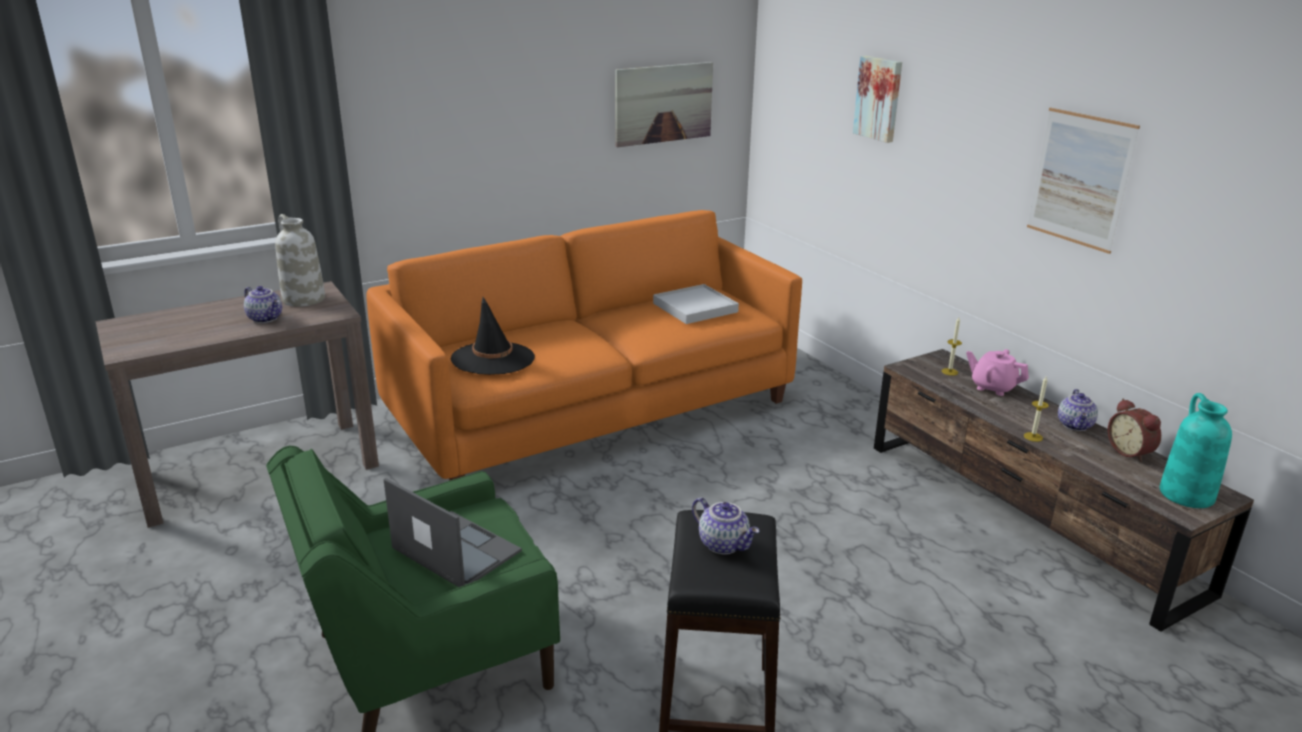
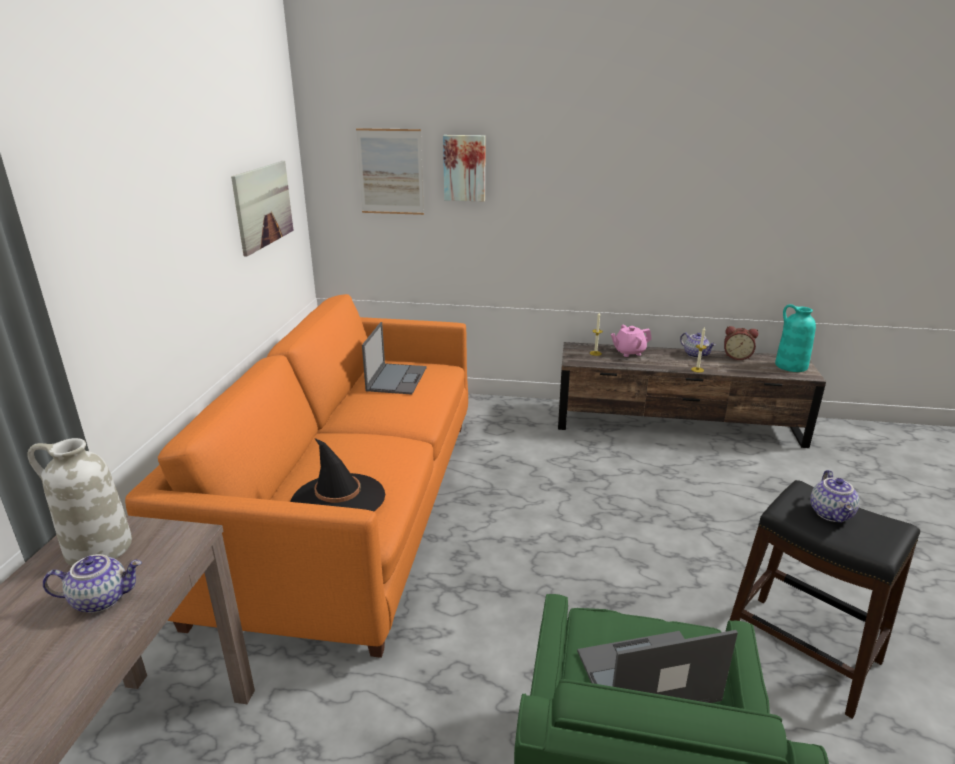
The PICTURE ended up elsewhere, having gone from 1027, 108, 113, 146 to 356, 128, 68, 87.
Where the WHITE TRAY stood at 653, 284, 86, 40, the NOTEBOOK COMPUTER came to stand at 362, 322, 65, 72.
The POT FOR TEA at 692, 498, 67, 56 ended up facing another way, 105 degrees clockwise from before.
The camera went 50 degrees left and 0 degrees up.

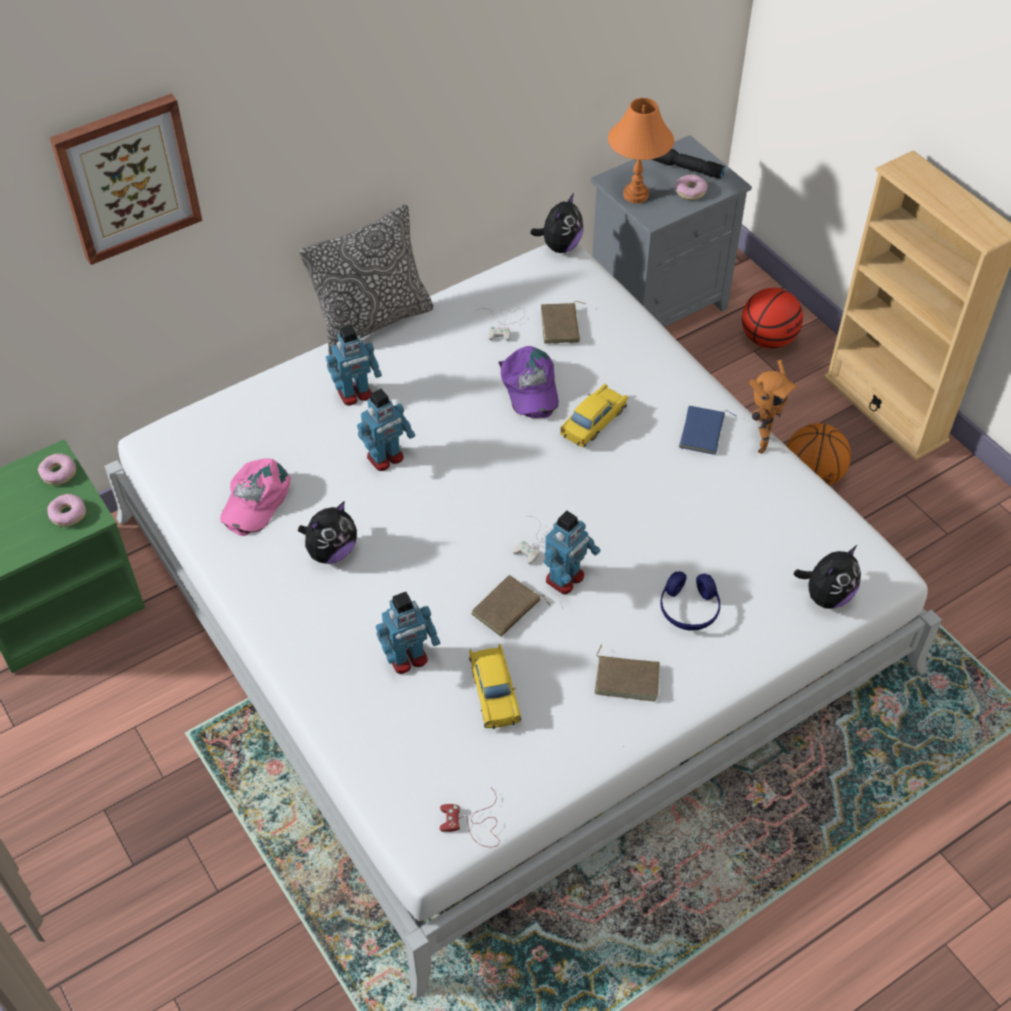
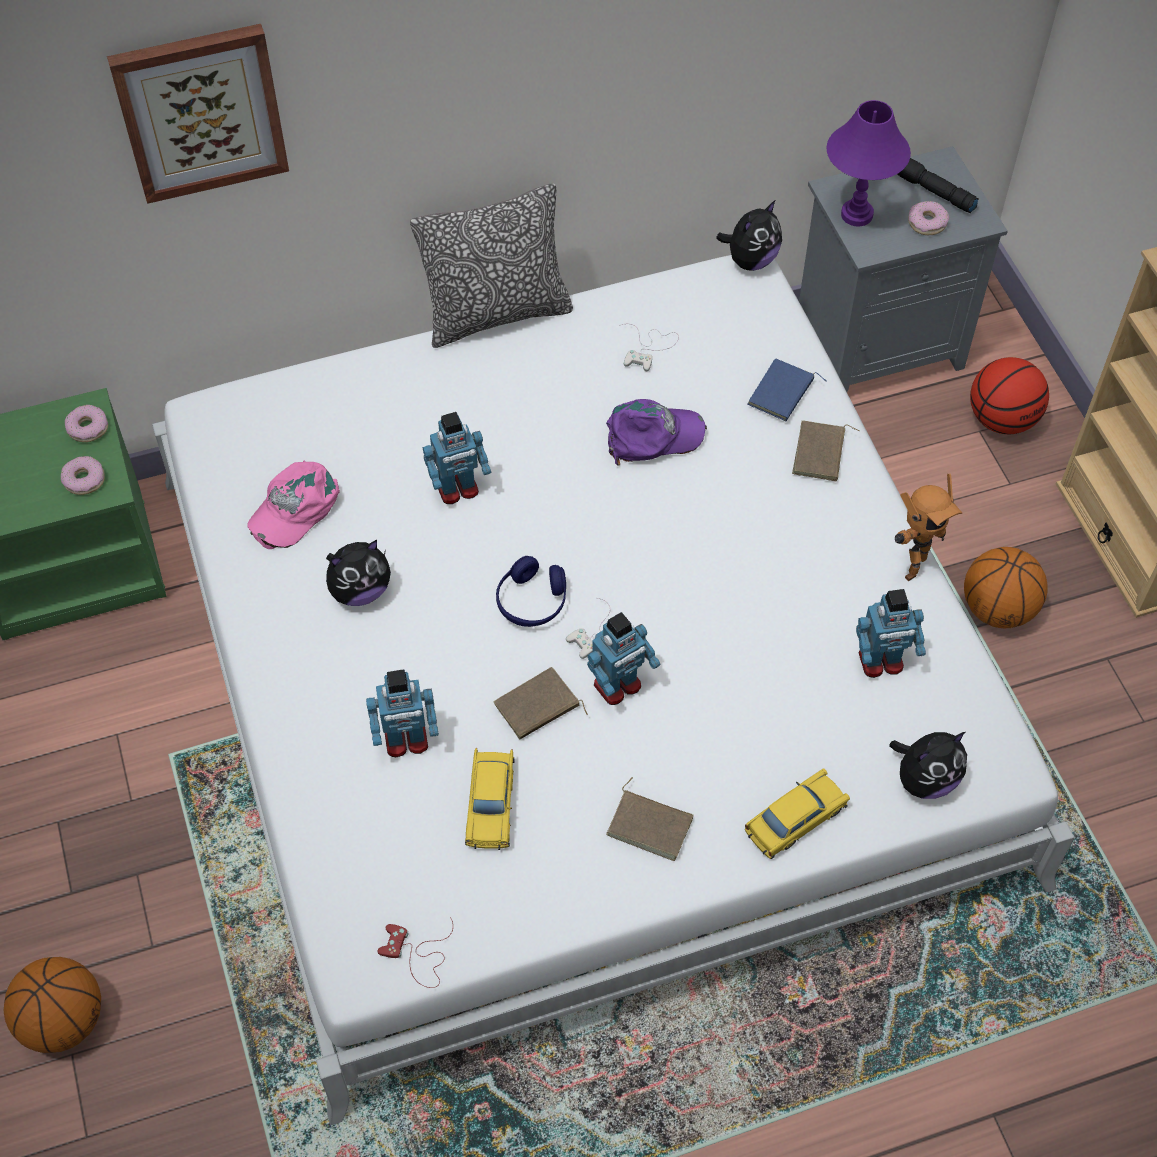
The second view gained the BASKETBALL BALL at 4, 957, 97, 96.
The BLUE-COLOURED HEADPHONES ended up elsewhere, having gone from 660, 571, 60, 60 to 496, 556, 70, 71.
The PURPLE-COLOURED BASEBALL CAP at 498, 346, 61, 72 ended up facing another way, 105 degrees counterclockwise from before.
The YELLOWISH MODEL CAR ended up elsewhere, having gone from 560, 384, 68, 63 to 745, 768, 105, 91.
The BLUE-COLOURED BOOK ended up elsewhere, having gone from 679, 406, 58, 49 to 748, 358, 79, 63.
The BROWNISH BOOK ended up elsewhere, having gone from 541, 301, 45, 43 to 792, 420, 67, 61.
What was the ORANGE LAMP FOR A TABLE at 608, 98, 66, 105 turned into the PURPLE-COLOURED LAMP FOR A TABLE at 827, 100, 84, 127.
The MODEL ROBOT ended up elsewhere, having gone from 326, 325, 56, 81 to 856, 589, 70, 89.
The camera went 15 degrees right and 5 degrees up.

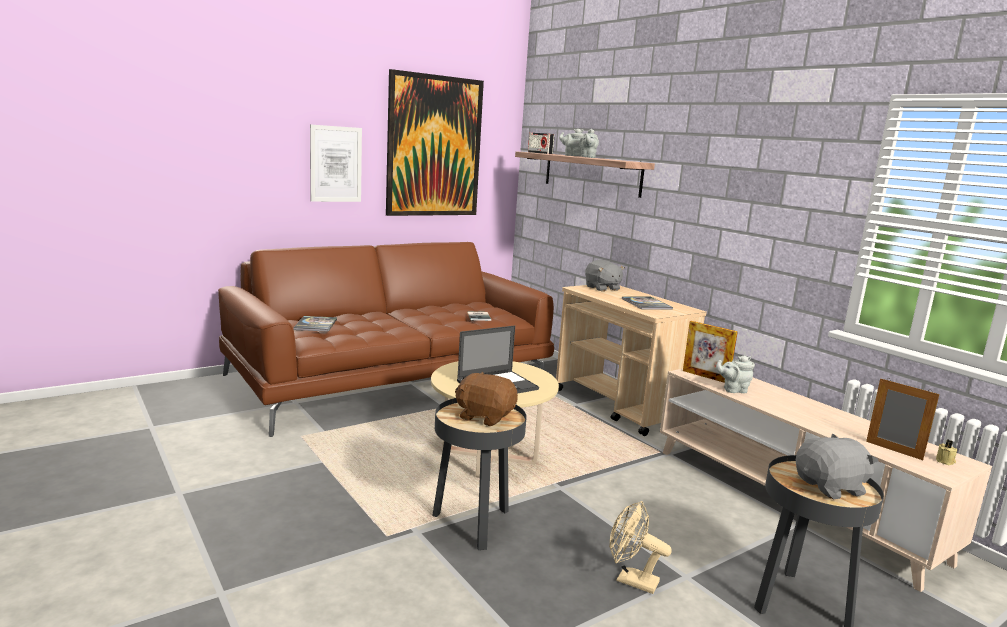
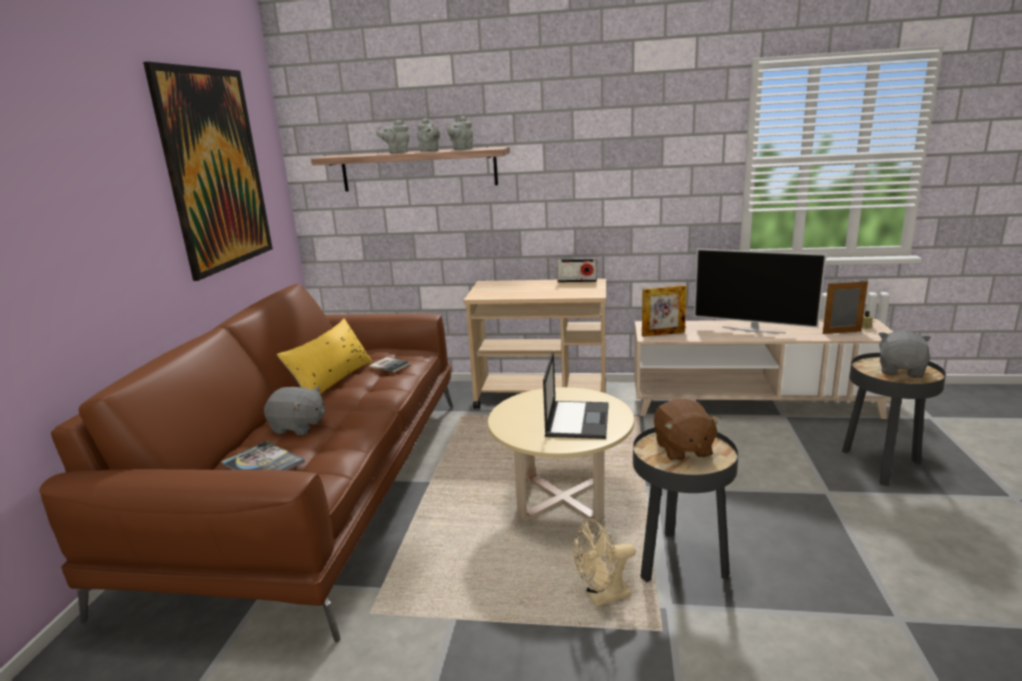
The GRAY CUDDLY TOY ended up elsewhere, having gone from 585, 259, 40, 33 to 264, 386, 62, 49.
The second view gained the YELLOWISH THROW PILLOW at 277, 319, 96, 75.
The GRAY POT FOR TEA ended up elsewhere, having gone from 716, 356, 39, 37 to 446, 116, 27, 34.
The RADIO ended up elsewhere, having gone from 528, 133, 26, 21 to 557, 259, 40, 23.
The BEIGE-COLOURED ELECTRIC FAN ended up elsewhere, having gone from 609, 501, 63, 93 to 573, 519, 63, 88.
The BROWNISH CUDDLY TOY at 455, 372, 63, 54 ended up facing another way, 75 degrees counterclockwise from before.
The second view gained the TV at 694, 249, 133, 85.
The second view lost the PICTURE at 310, 125, 52, 77.
The second view lost the BOOK at 622, 296, 51, 14.
The camera went 45 degrees left and 5 degrees up.

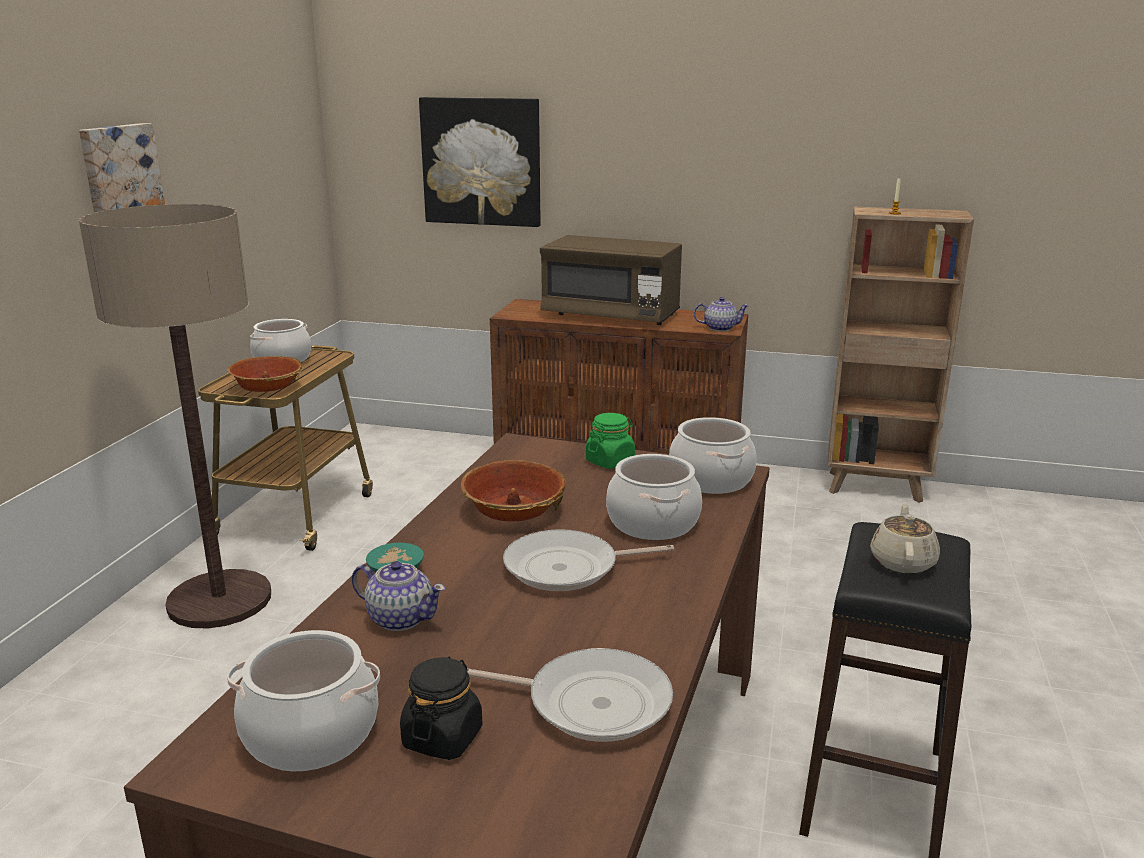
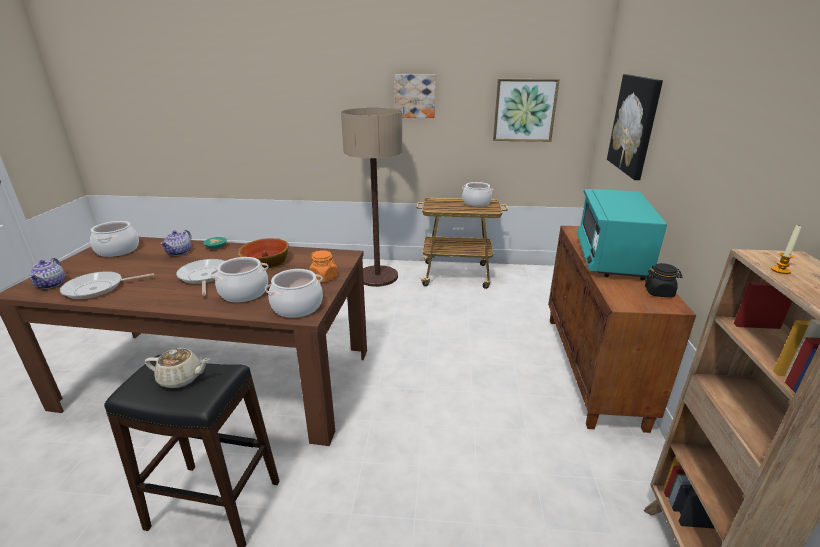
The POT FOR TEA ended up elsewhere, having gone from 694, 297, 55, 35 to 29, 258, 36, 31.
The PAN at 467, 648, 206, 94 ended up facing another way, 60 degrees clockwise from before.
What was the GREEN STORAGE JAR at 586, 413, 49, 56 turned into the ORANGE STORAGE JAR at 309, 250, 29, 32.
The second view gained the PICTURE at 493, 79, 67, 63.
What was the BROWNISH MICROWAVE OVEN at 540, 235, 142, 90 turned into the TURQUOISE-COLOURED MICROWAVE OVEN at 577, 189, 90, 91.
The BLACK STORAGE JAR ended up elsewhere, having gone from 400, 657, 83, 103 to 645, 263, 37, 34.
The second view lost the SERVING BOWL at 227, 356, 75, 36.
The camera went 80 degrees right and 5 degrees up.

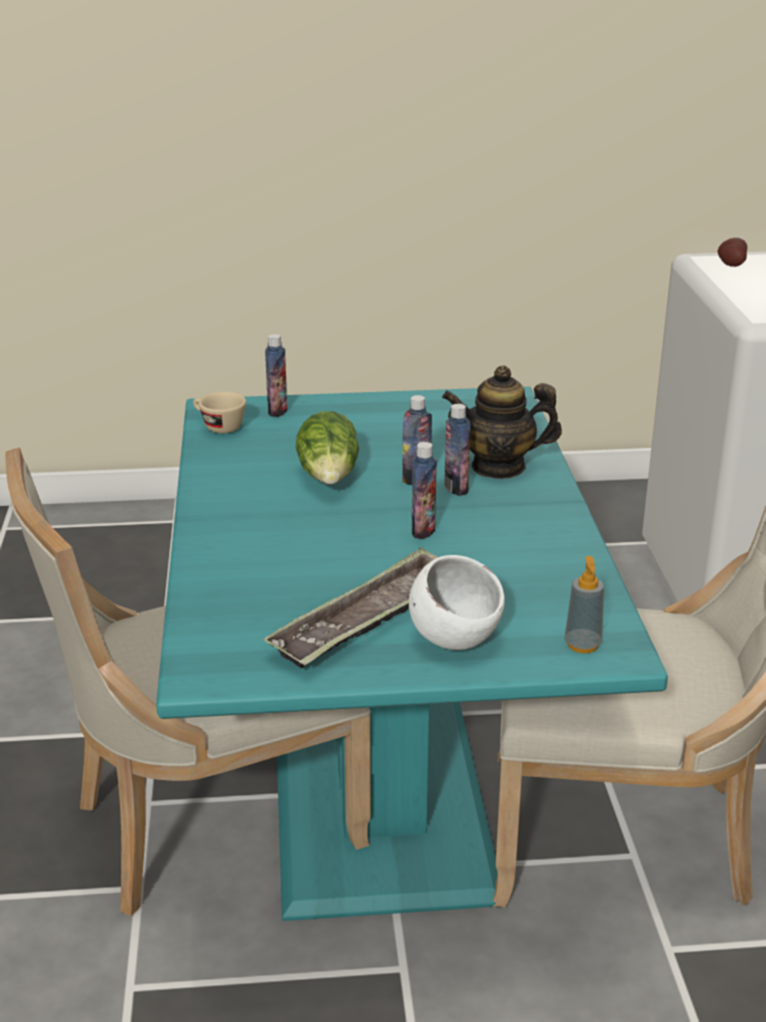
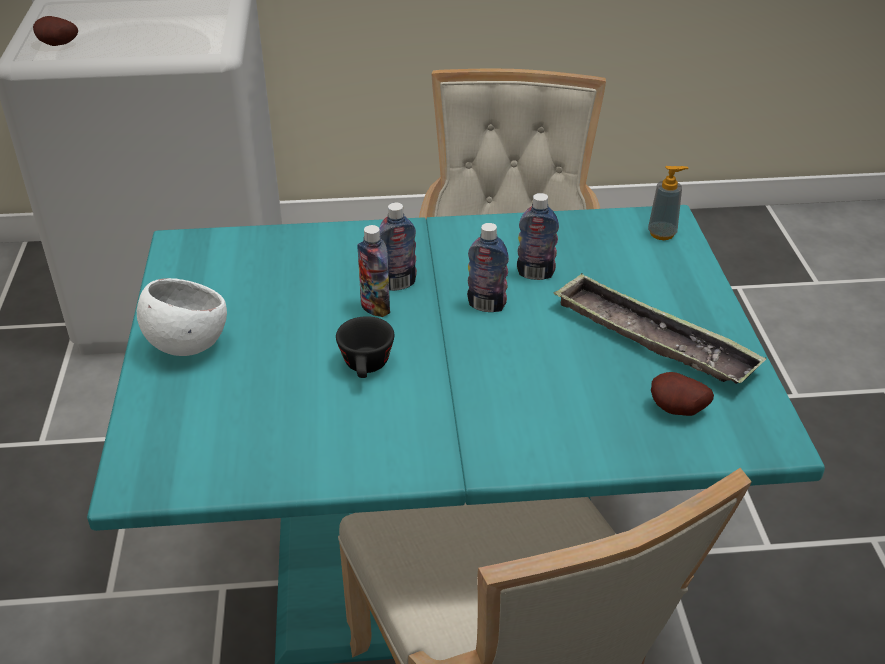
The WHITE SERVING BOWL ended up elsewhere, having gone from 409, 555, 96, 95 to 137, 278, 90, 78.
Where the HEAD OF LETTUCE stood at 296, 411, 63, 74, the BLACK CUP came to stand at 336, 316, 58, 62.
The BEVERAGE BOTTLE ended up elsewhere, having gone from 265, 334, 22, 83 to 517, 193, 42, 87.
The second view gained the WHOLE POTATO at 651, 372, 63, 44.
The second view lost the BEIGE-COLOURED CUP at 193, 392, 53, 41.
The second view lost the POT FOR TEA at 442, 366, 120, 113.
The camera went 90 degrees left and 10 degrees up.

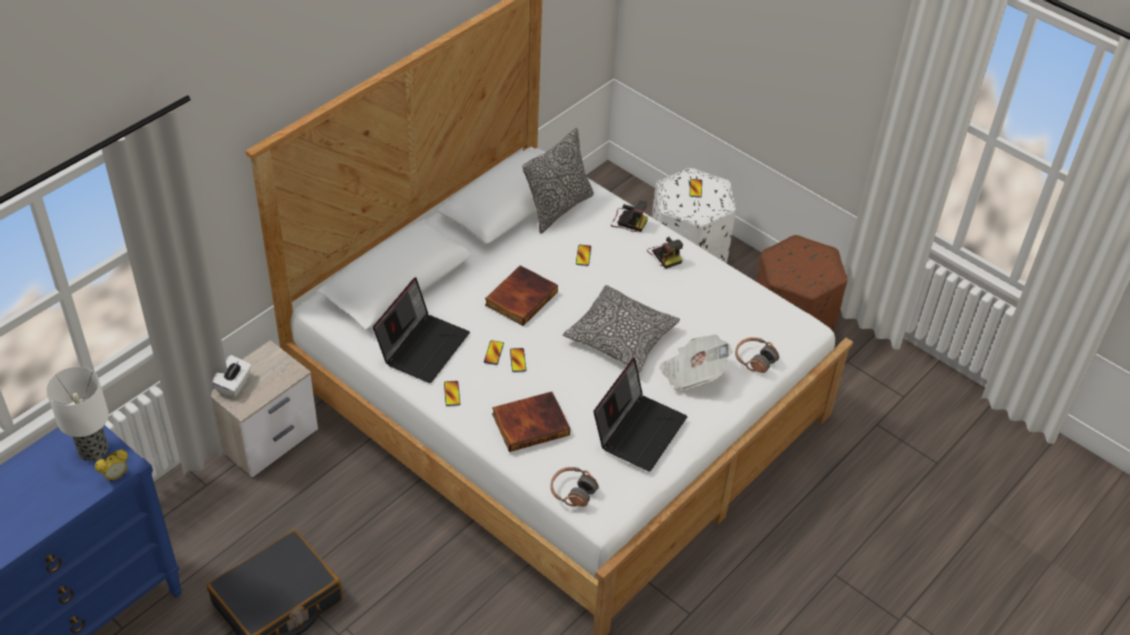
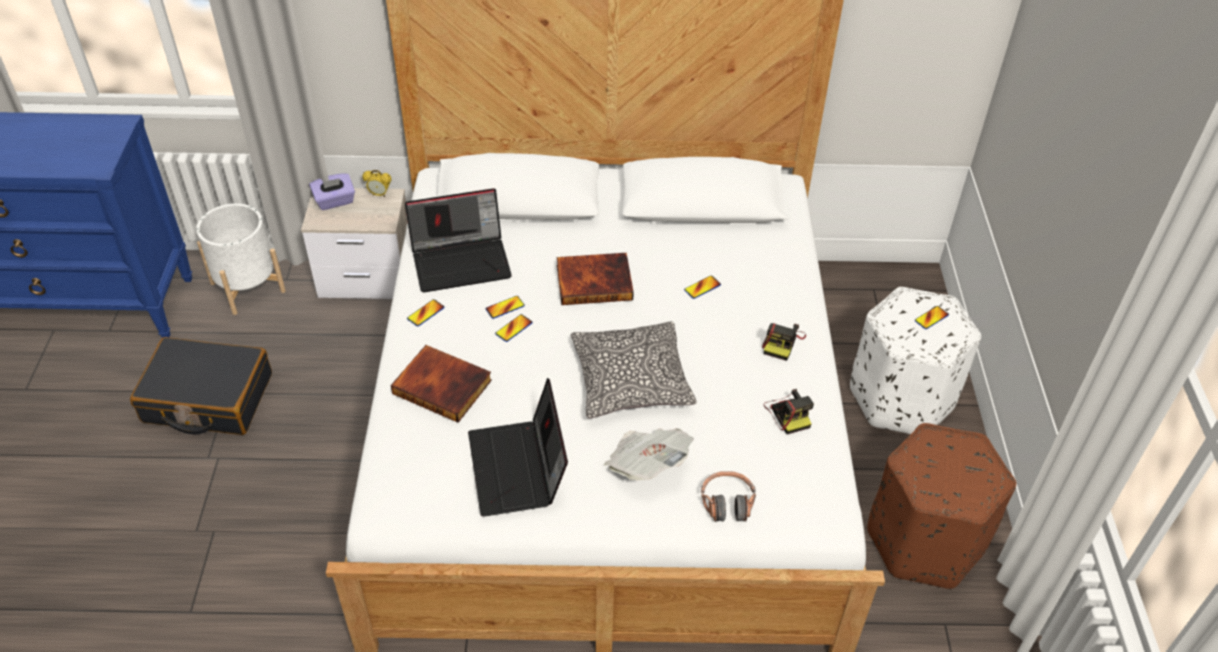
The second view gained the WHITE FLOWER POT at 196, 203, 90, 112.
What was the WHITE TISSUE BOX at 212, 355, 40, 42 turned into the PURPLE-COLOURED TISSUE BOX at 309, 174, 46, 36.
The BEDSIDE CLOCK ended up elsewhere, having gone from 95, 449, 33, 33 to 362, 170, 30, 27.
The NOTEBOOK COMPUTER at 593, 357, 94, 114 ended up facing another way, 90 degrees clockwise from before.
The PHOTO CAMERA ended up elsewhere, having gone from 611, 201, 37, 31 to 764, 389, 50, 45.
The second view lost the LAMP FOR A TABLE at 46, 367, 63, 94.
The second view lost the THROW PILLOW at 522, 128, 72, 106.
The second view lost the HEADPHONES at 550, 467, 49, 40.
The camera went 50 degrees right and 0 degrees up.

